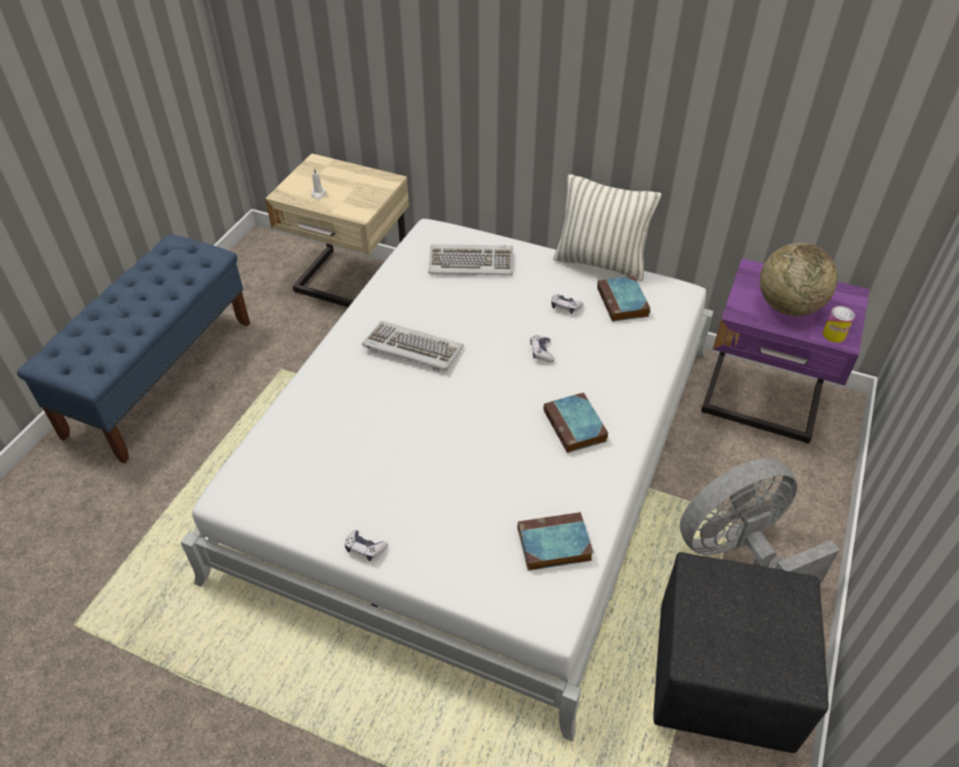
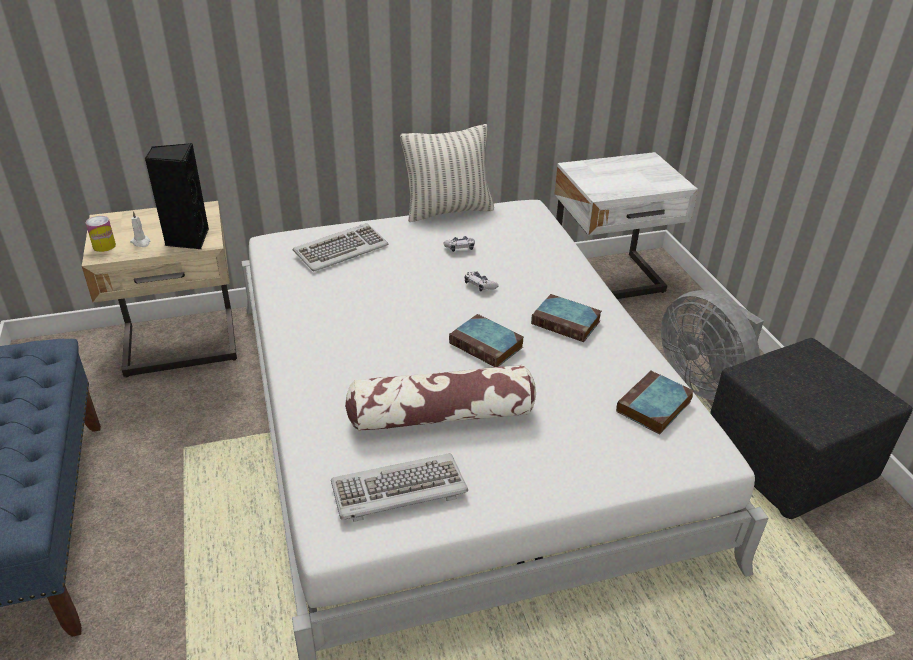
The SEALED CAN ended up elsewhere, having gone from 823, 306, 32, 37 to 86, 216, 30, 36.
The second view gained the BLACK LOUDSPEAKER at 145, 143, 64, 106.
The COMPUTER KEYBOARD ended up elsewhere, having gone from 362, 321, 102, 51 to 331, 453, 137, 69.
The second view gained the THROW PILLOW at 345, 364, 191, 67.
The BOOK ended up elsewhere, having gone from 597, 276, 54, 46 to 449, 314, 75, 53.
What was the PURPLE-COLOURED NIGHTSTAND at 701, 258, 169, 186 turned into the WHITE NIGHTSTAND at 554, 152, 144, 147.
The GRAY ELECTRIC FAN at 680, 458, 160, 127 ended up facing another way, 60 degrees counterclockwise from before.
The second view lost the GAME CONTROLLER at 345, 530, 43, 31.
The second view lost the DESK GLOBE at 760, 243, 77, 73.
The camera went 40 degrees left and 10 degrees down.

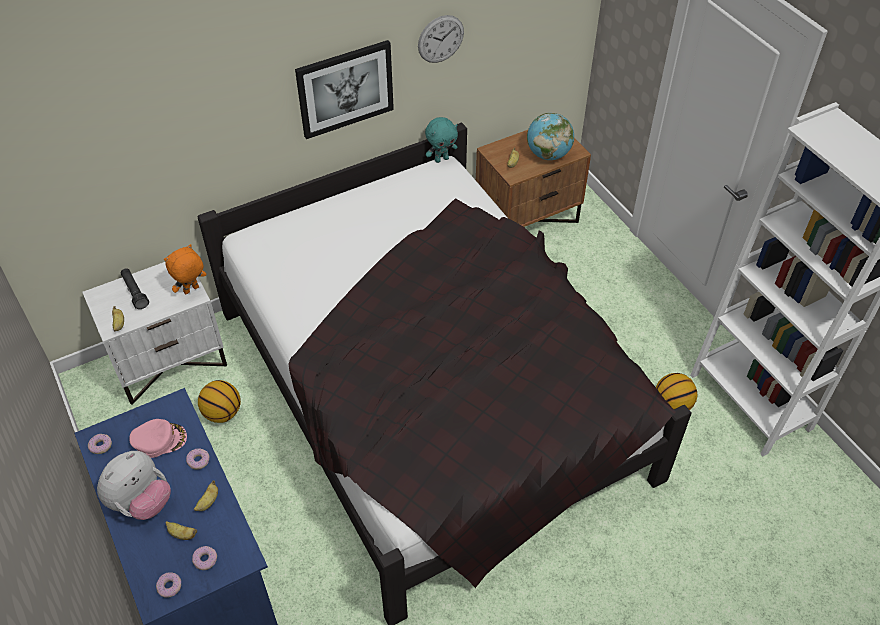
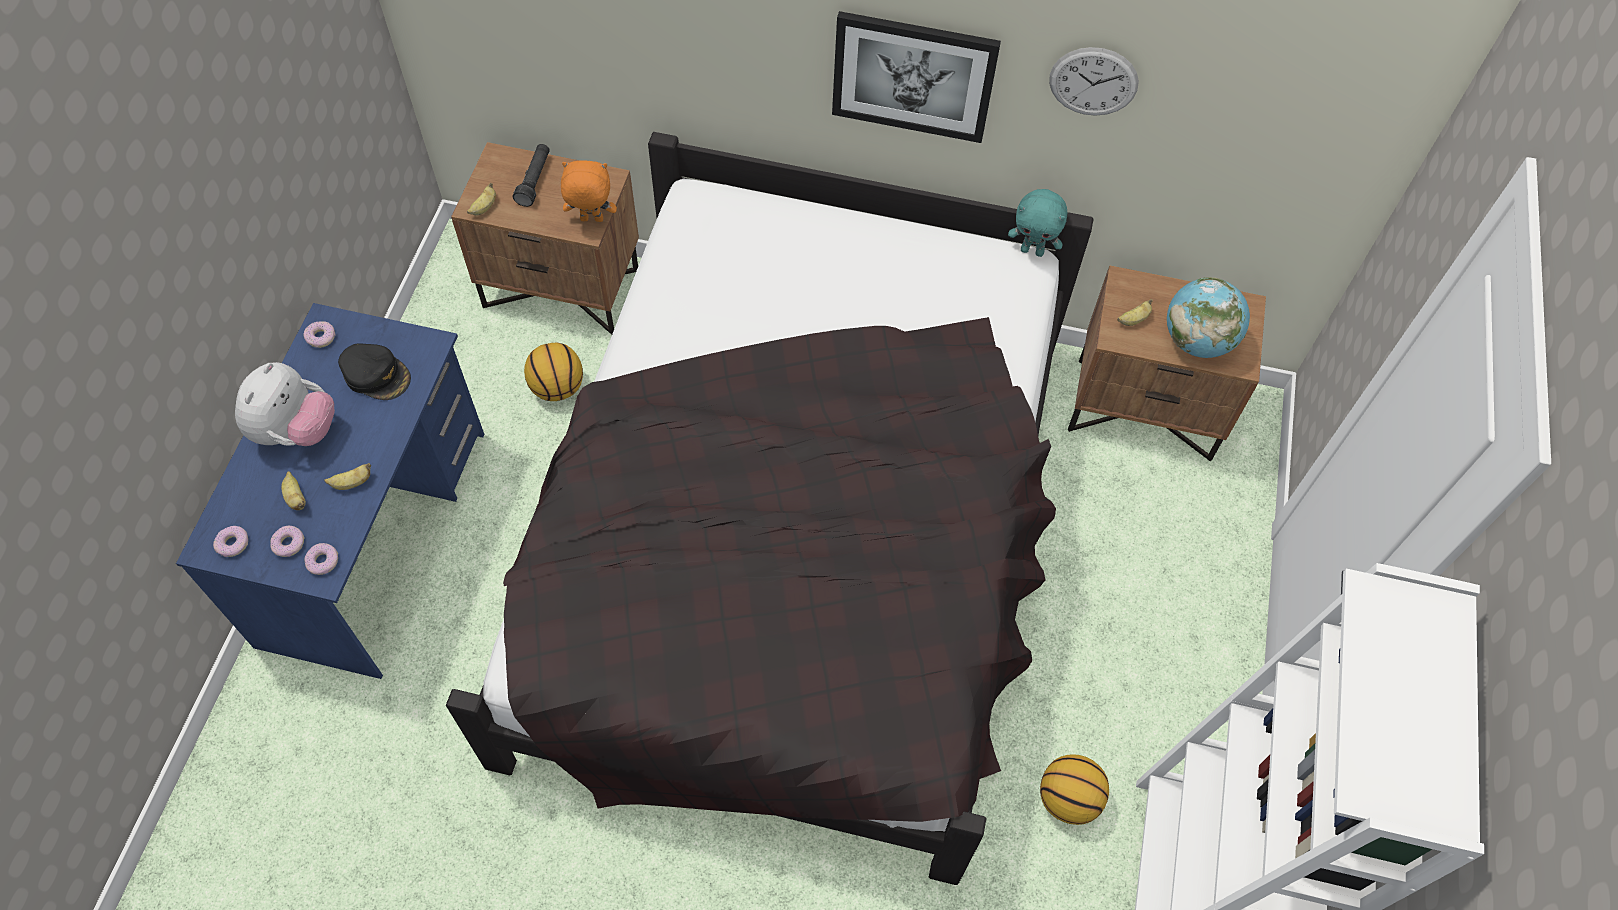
The CUDDLY TOY at 97, 451, 74, 69 ended up facing another way, 60 degrees counterclockwise from before.
The DOUGHNUT ended up elsewhere, having gone from 186, 448, 23, 22 to 305, 543, 33, 32.
What was the PINK BASEBALL CAP at 129, 419, 58, 39 turned into the BLACK BASEBALL CAP at 338, 343, 73, 57.
What was the WHITE NIGHTSTAND at 82, 262, 145, 143 turned into the BROWNISH NIGHTSTAND at 451, 142, 188, 193.
The camera went 40 degrees right and 10 degrees up.

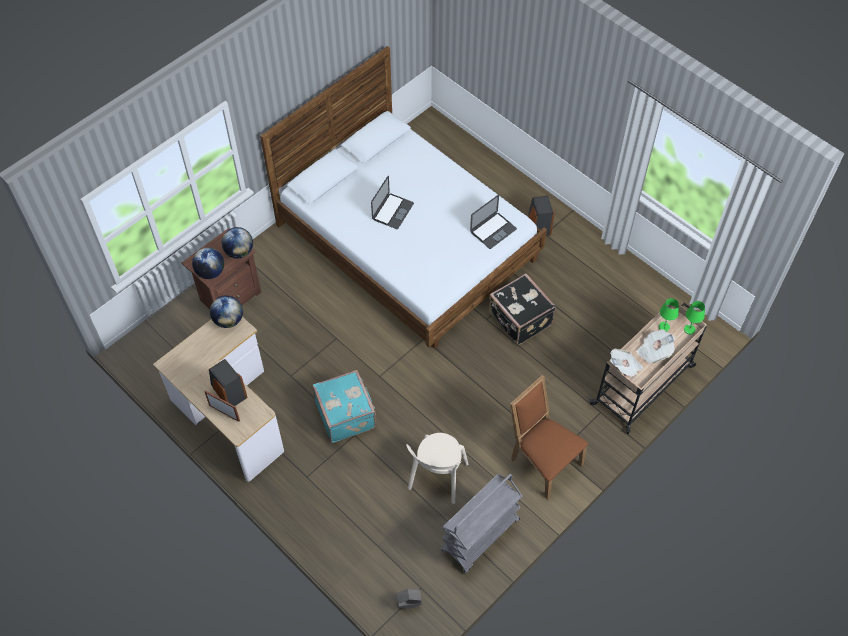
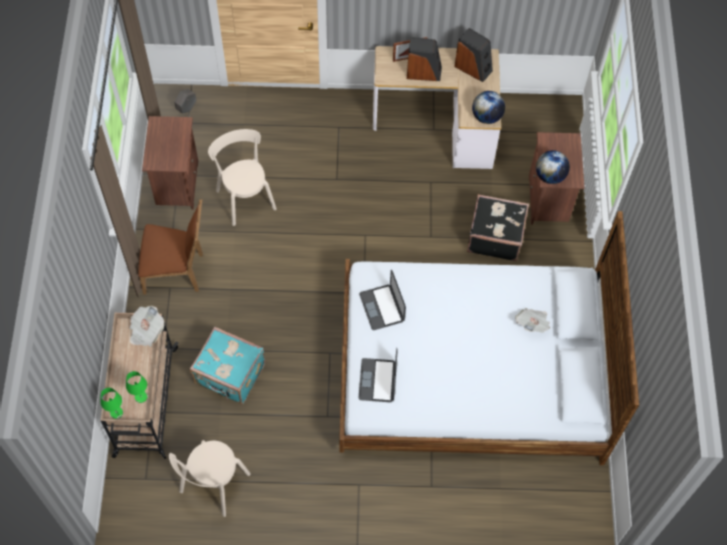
Where the GRAY TROLLEY stood at 441, 474, 81, 99, the BROWNISH NIGHTSTAND came to stand at 142, 116, 56, 94.
The second view gained the BEIGE-COLOURED UPRIGHT CHAIR at 169, 440, 82, 77.
The TURQUOISE-COLOURED TRAVEL CASE ended up elsewhere, having gone from 313, 370, 63, 73 to 190, 327, 75, 77.
The NOTEBOOK COMPUTER ended up elsewhere, having gone from 371, 176, 43, 53 to 359, 270, 47, 60.
The LOUDSPEAKER ended up elsewhere, having gone from 528, 196, 26, 40 to 454, 28, 39, 54.
The BLACK TRAVEL CASE ended up elsewhere, having gone from 489, 273, 67, 72 to 467, 194, 62, 67.
The PRINTED PAPER ended up elsewhere, having gone from 636, 329, 39, 35 to 515, 308, 35, 25.
The second view lost the DESK GLOBE at 192, 248, 32, 31.
The camera went 135 degrees right and 5 degrees up.

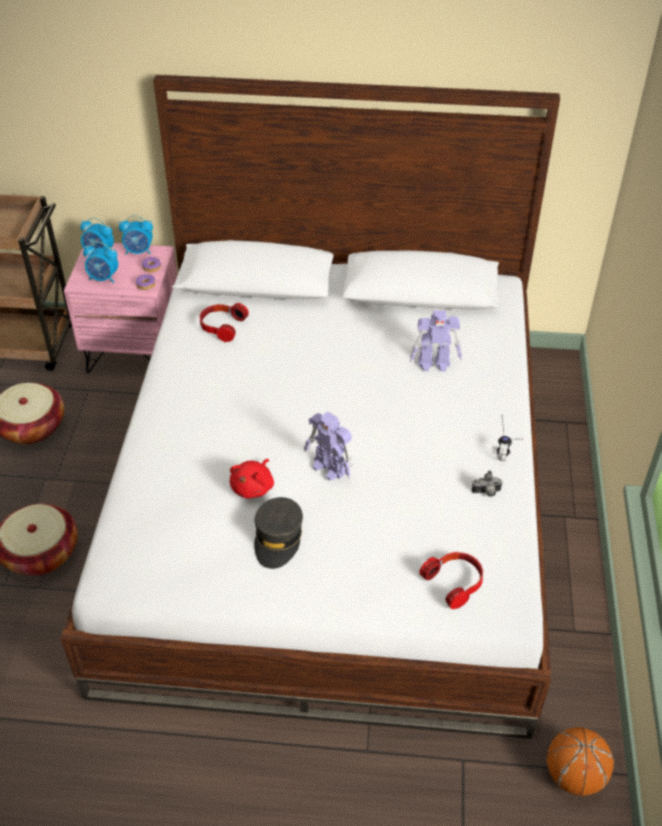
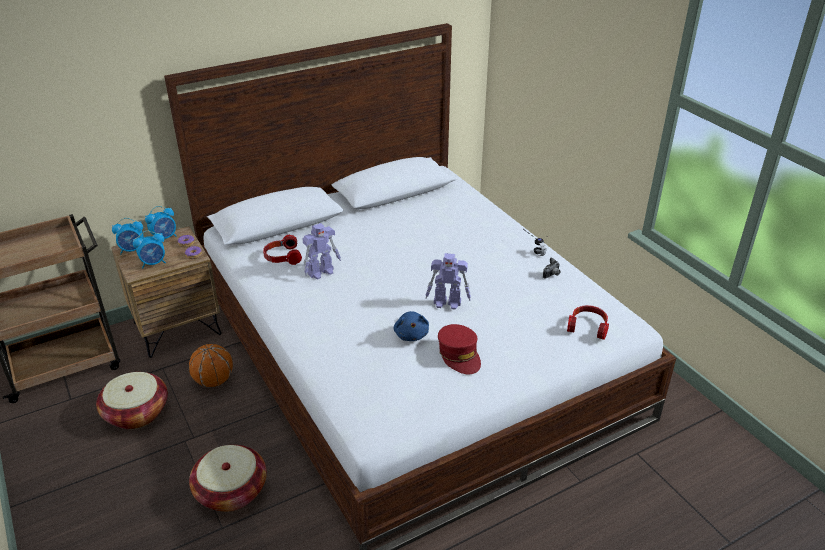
What was the PINK NIGHTSTAND at 64, 243, 114, 130 turned into the BROWNISH NIGHTSTAND at 111, 226, 111, 132.
The BASKETBALL BALL ended up elsewhere, having gone from 547, 727, 67, 69 to 189, 344, 44, 43.
The MODEL ROBOT ended up elsewhere, having gone from 410, 310, 52, 61 to 303, 223, 38, 56.
What was the REDDISH CUDDLY TOY at 230, 459, 44, 40 turned into the BLUE-COLOURED CUDDLY TOY at 393, 311, 36, 30.
What was the GRAY BASEBALL CAP at 254, 497, 49, 72 turned into the REDDISH BASEBALL CAP at 438, 324, 43, 50.
The camera went 35 degrees left and 10 degrees down.

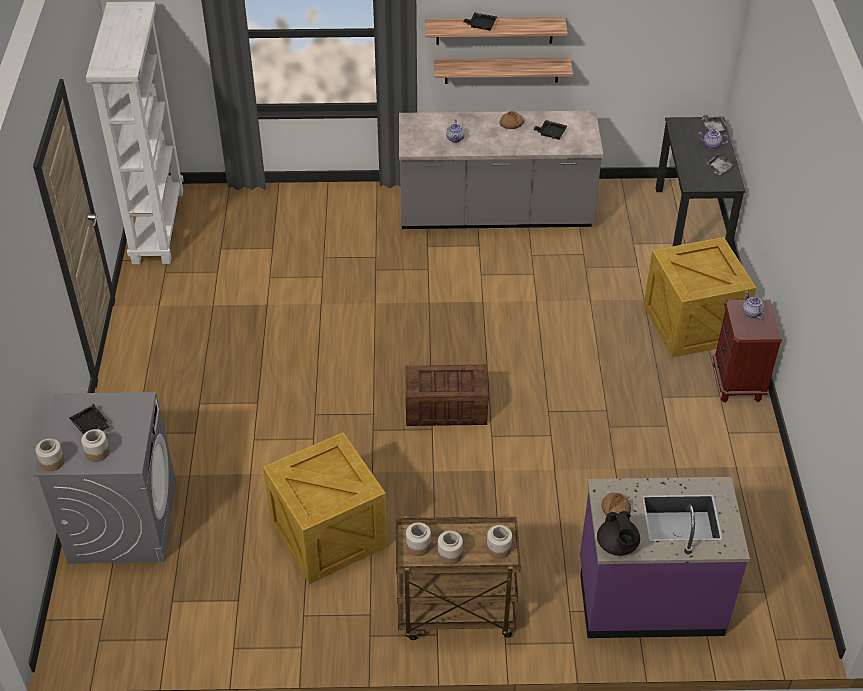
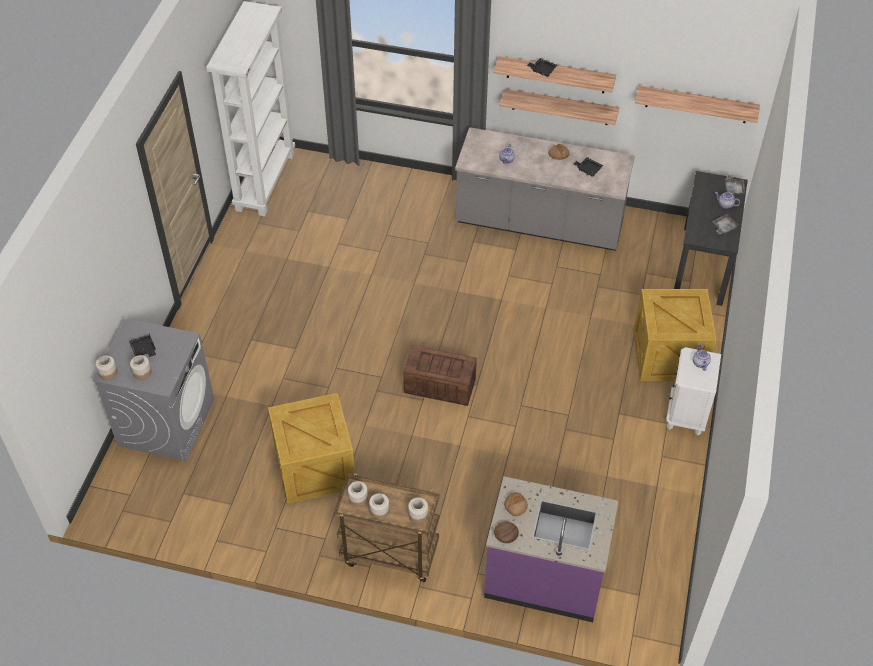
Where the BLACK POT FOR TEA stood at 597, 511, 43, 45, the BROWNISH SERVING BOWL came to stand at 494, 521, 25, 22.
The second view gained the SHELF at 635, 85, 125, 38.
What was the BROWNISH NIGHTSTAND at 713, 300, 69, 103 turned into the WHITE NIGHTSTAND at 666, 347, 55, 88.
The camera went 15 degrees right and 5 degrees up.

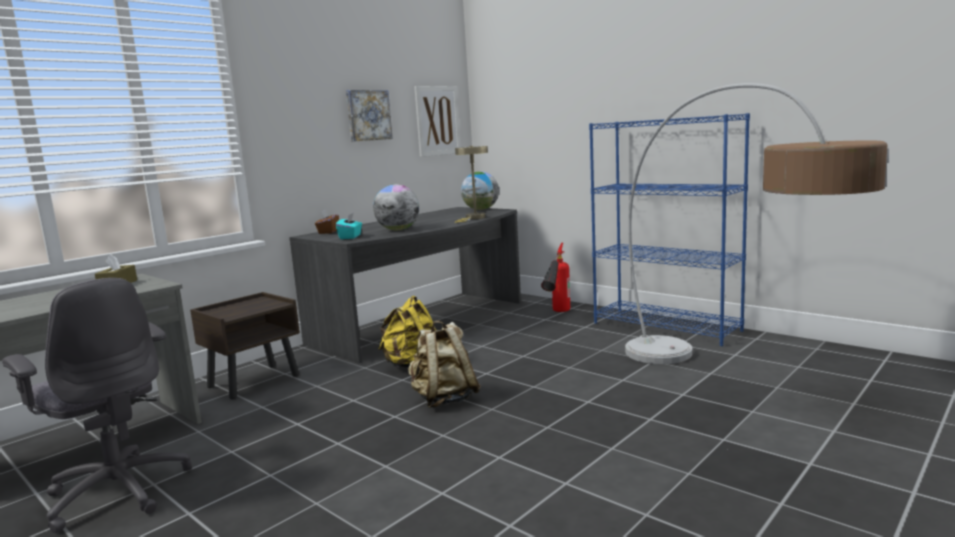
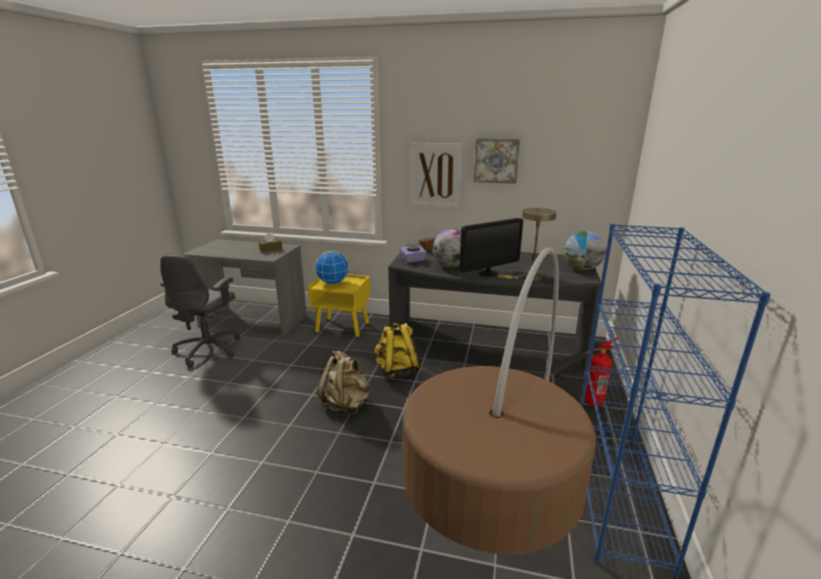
What was the BROWNISH NIGHTSTAND at 190, 292, 110, 107 turned into the YELLOWISH NIGHTSTAND at 308, 274, 62, 63.
The second view gained the DESK GLOBE at 315, 251, 34, 33.
What was the TURQUOISE-COLOURED TISSUE BOX at 336, 213, 26, 26 turned into the PURPLE-COLOURED TISSUE BOX at 400, 243, 27, 20.
The PICTURE ended up elsewhere, having gone from 414, 86, 47, 71 to 411, 143, 52, 65.
The second view gained the COMPUTER DISPLAY at 460, 218, 63, 59.
The camera went 60 degrees right and 10 degrees up.

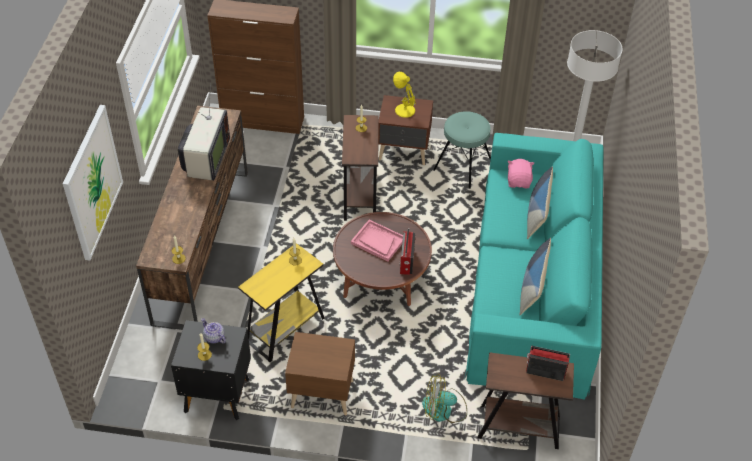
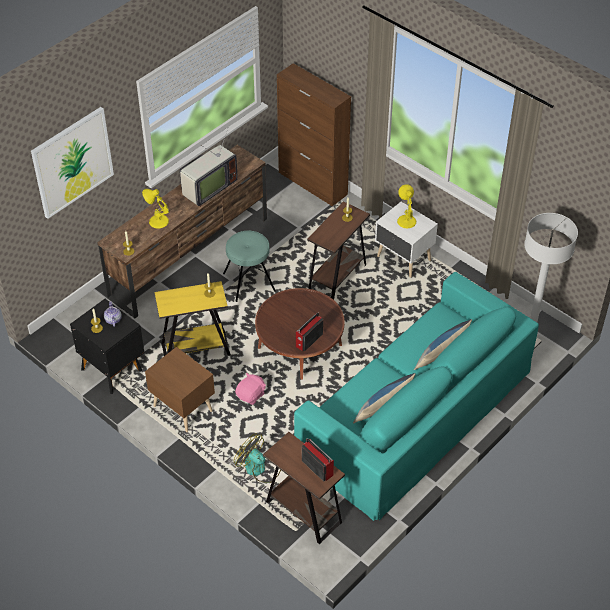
The second view gained the YELLOWISH LAMP FOR A TABLE at 142, 189, 27, 39.
The TURQUOISE-COLOURED STOOL SEAT ended up elsewhere, having gone from 433, 111, 58, 78 to 223, 231, 53, 71.
The PINK CUDDLY TOY ended up elsewhere, having gone from 507, 159, 27, 29 to 235, 372, 31, 33.
What was the BROWNISH NIGHTSTAND at 378, 95, 55, 70 turned into the WHITE NIGHTSTAND at 375, 202, 63, 76.
The second view lost the PINK TRAY at 351, 220, 52, 42.
The camera went 35 degrees right and 0 degrees up.

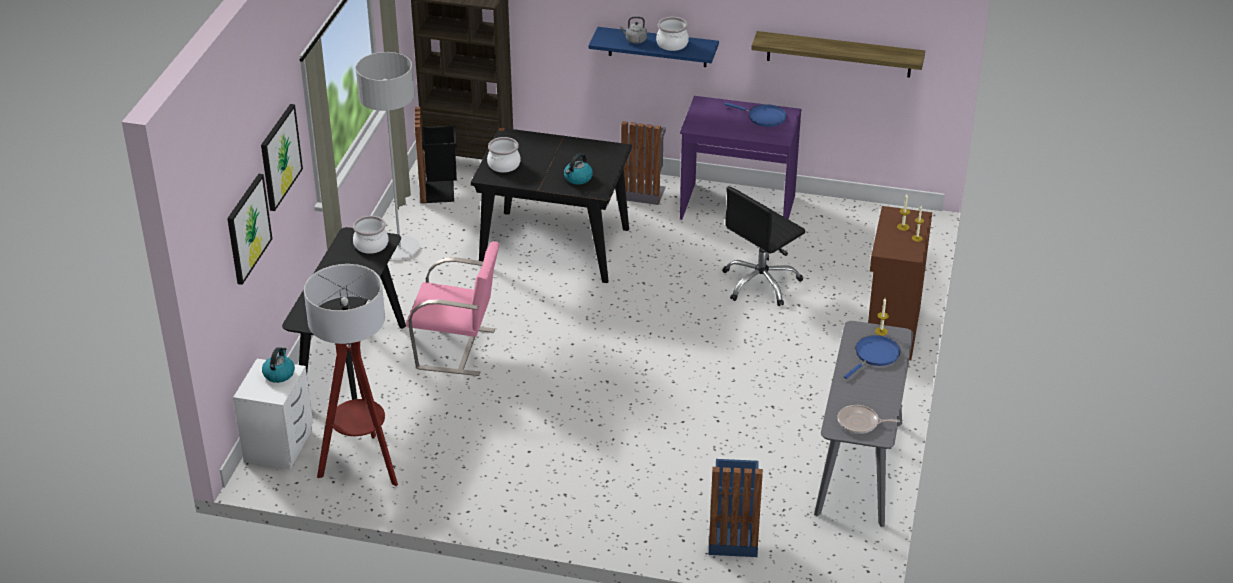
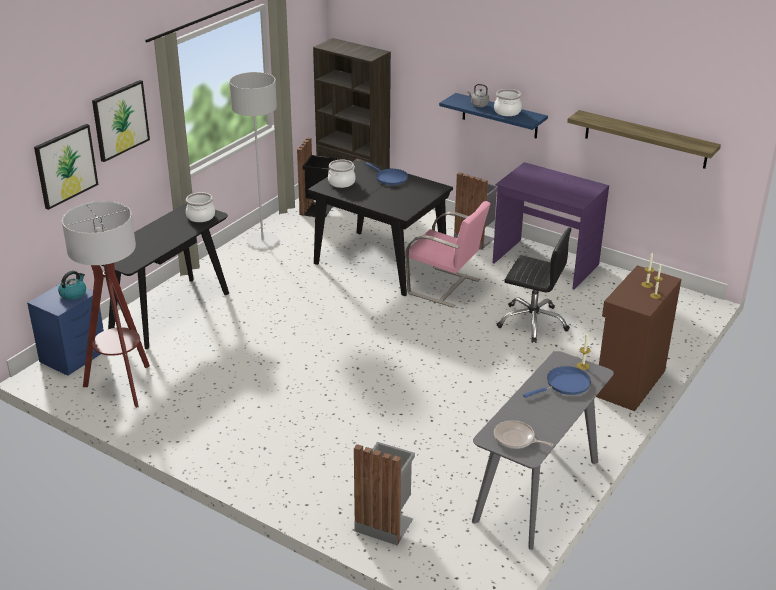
What was the WHITE NIGHTSTAND at 233, 358, 80, 112 turned into the BLUE-COLOURED NIGHTSTAND at 27, 284, 77, 92.
What was the BLUE-COLOURED TRASH CAN at 709, 459, 54, 98 turned into the GRAY TRASH CAN at 354, 442, 61, 103.
The BLUE-COLOURED PAN ended up elsewhere, having gone from 724, 103, 63, 24 to 365, 163, 43, 22.
The PINK UPRIGHT CHAIR ended up elsewhere, having gone from 406, 241, 94, 135 to 405, 201, 86, 107.
The BLACK OFFICE CHAIR at 722, 186, 83, 120 ended up facing another way, 135 degrees counterclockwise from before.
The second view lost the WATER KETTLE at 564, 153, 29, 32.
The camera went 20 degrees right and 5 degrees down.

